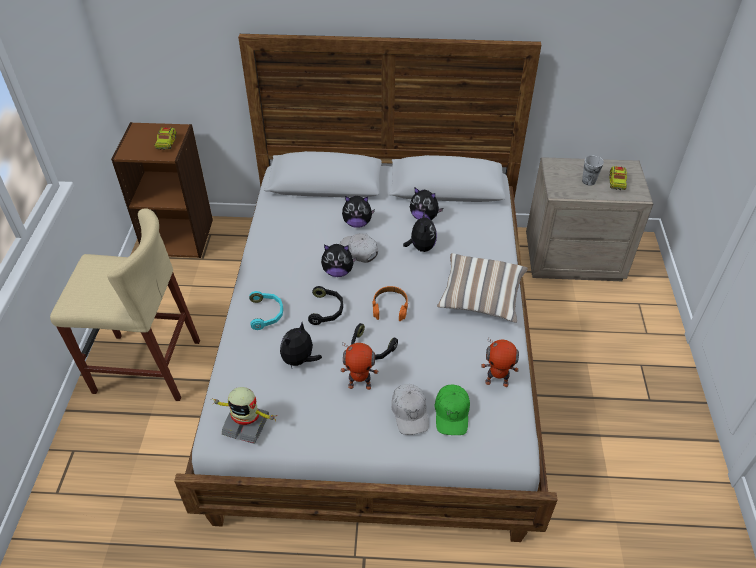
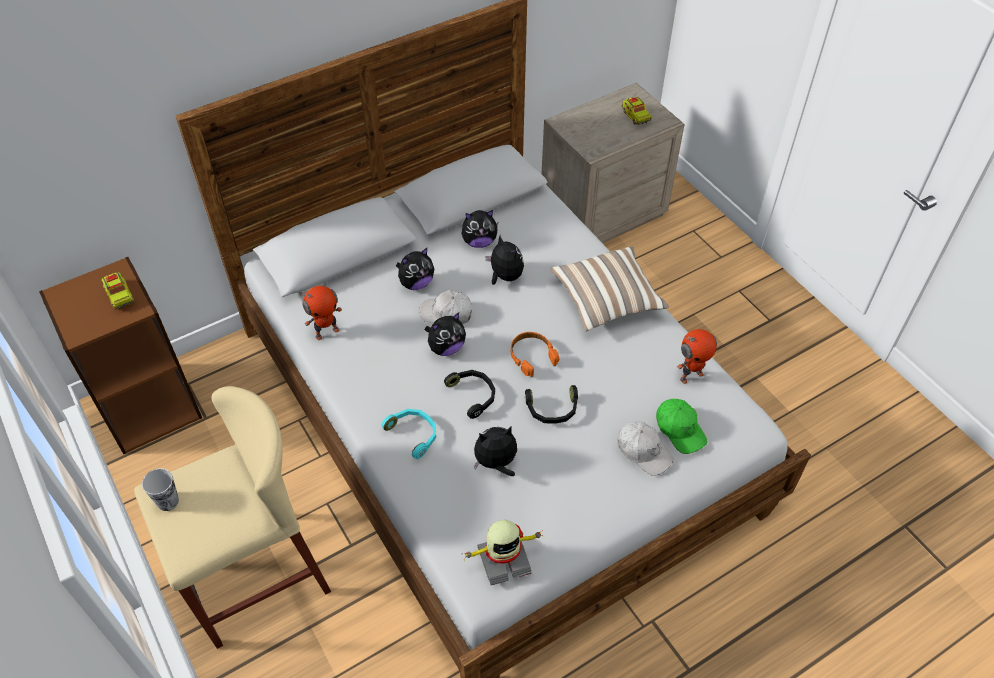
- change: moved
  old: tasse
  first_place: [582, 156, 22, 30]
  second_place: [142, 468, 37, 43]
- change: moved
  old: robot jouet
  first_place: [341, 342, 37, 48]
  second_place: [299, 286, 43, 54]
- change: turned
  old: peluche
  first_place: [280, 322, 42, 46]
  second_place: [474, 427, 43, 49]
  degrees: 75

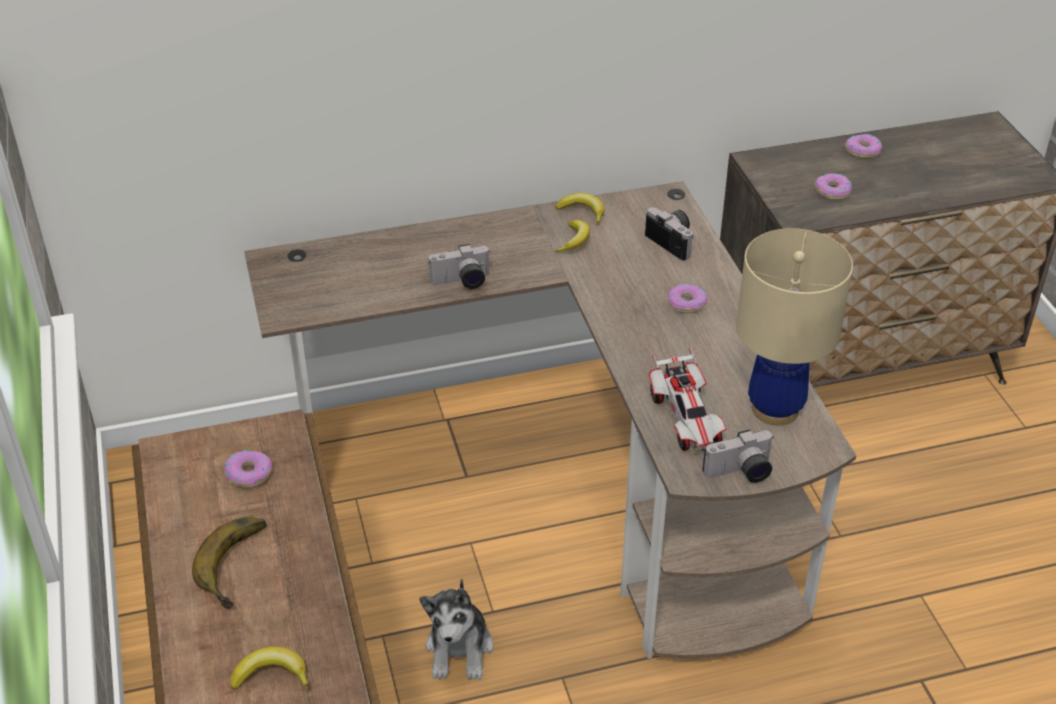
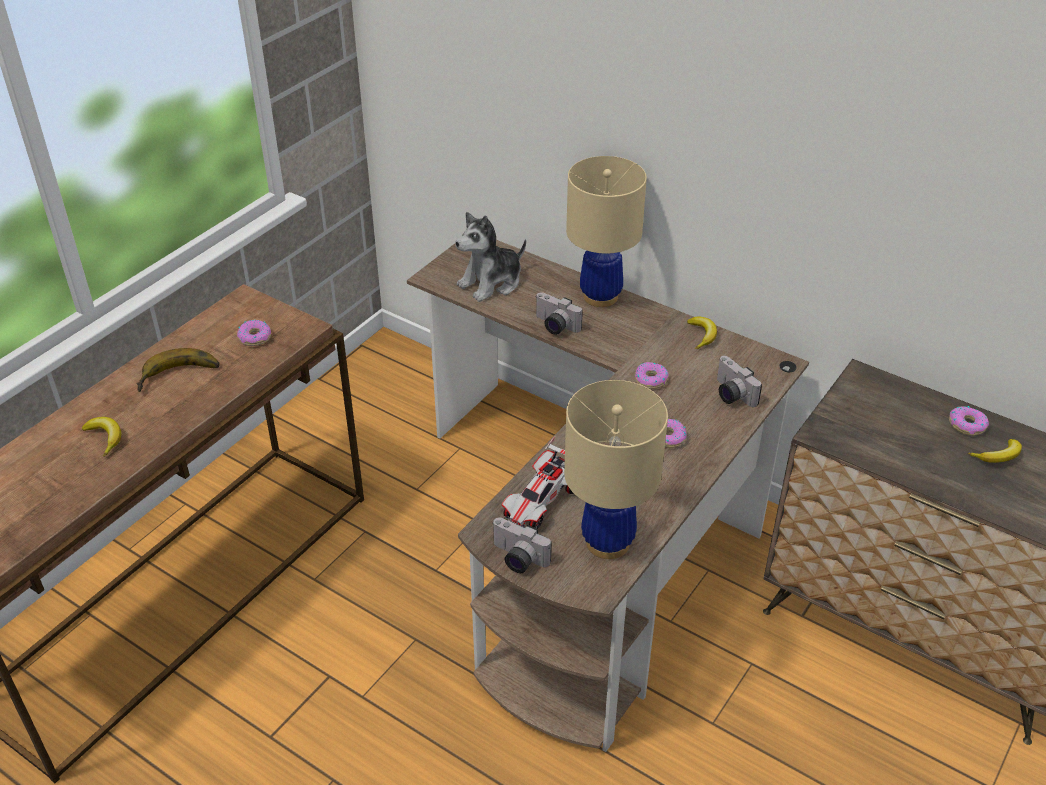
- change: moved
  old: peluche
  first_place: [420, 578, 73, 102]
  second_place: [455, 212, 71, 90]
- change: added
  new: lampe de table/beige
  second_place: [566, 156, 81, 151]
- change: moved
  old: beignet
  first_place: [814, 173, 38, 27]
  second_place: [635, 362, 34, 27]
- change: turned
  old: appareil photo
  first_place: [645, 207, 48, 53]
  second_place: [717, 356, 45, 51]
  degrees: 135
- change: moved
  old: banane
  first_place: [554, 220, 36, 32]
  second_place: [968, 439, 54, 24]

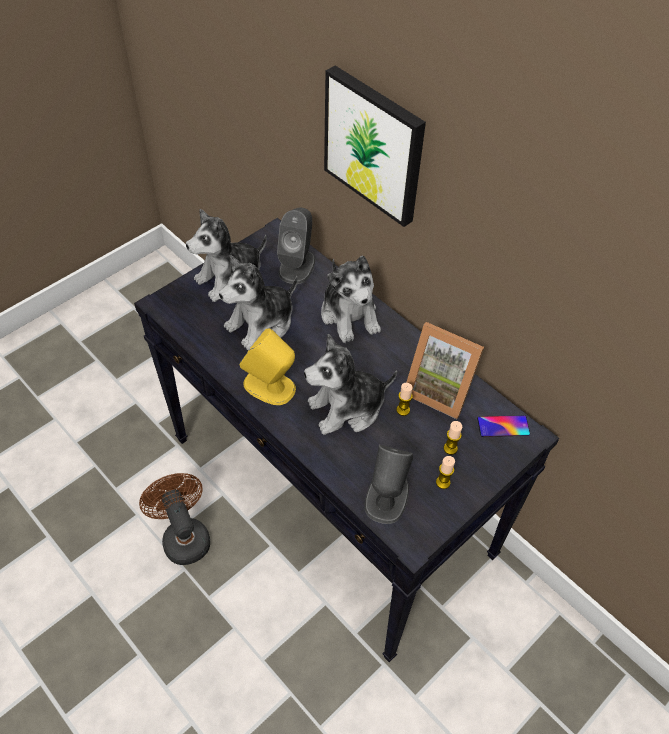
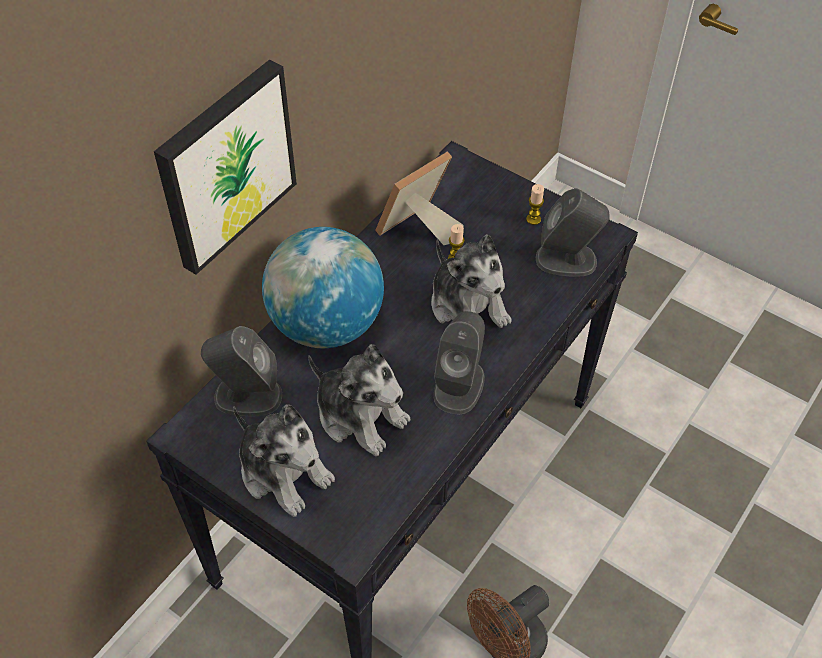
- change: replaced
  old: peluche
  new: globe
  first_place: [321, 256, 60, 87]
  second_place: [262, 227, 122, 121]
- change: turned
  old: cadre photo
  first_place: [406, 322, 78, 97]
  second_place: [375, 151, 89, 94]
  degrees: -150
- change: recoloured
  old: enceinte/jaune
  new: enceinte/gris
  first_place: [239, 328, 57, 77]
  second_place: [434, 311, 51, 103]
- change: removed
  old: bougie
  first_place: [444, 421, 18, 34]
- change: removed
  old: téléphone
  first_place: [477, 415, 53, 22]

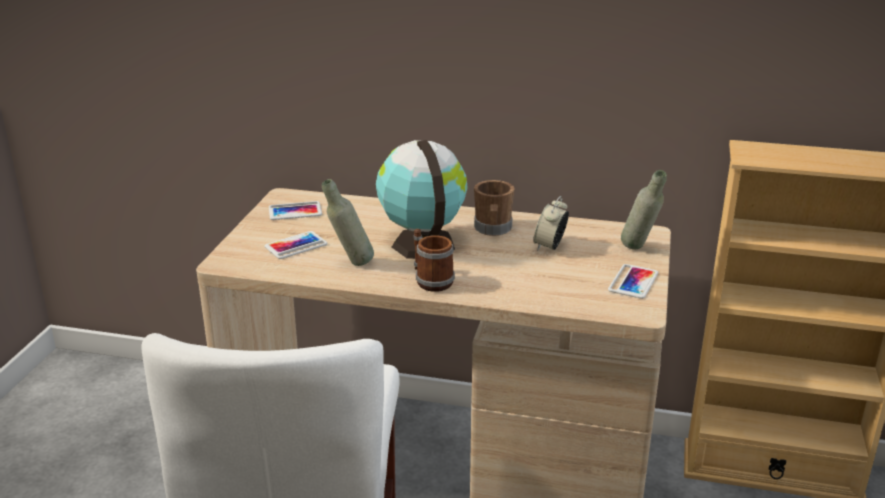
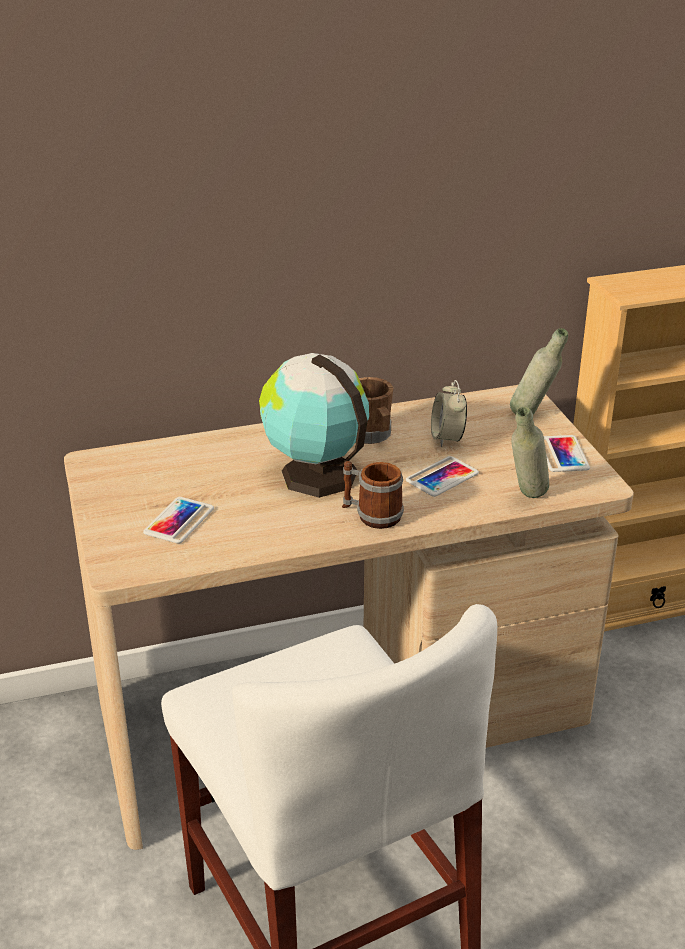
- change: moved
  old: téléphone
  first_place: [269, 201, 53, 19]
  second_place: [406, 456, 73, 41]
- change: moved
  old: bouteille/gris
  first_place: [322, 179, 52, 87]
  second_place: [511, 407, 38, 91]

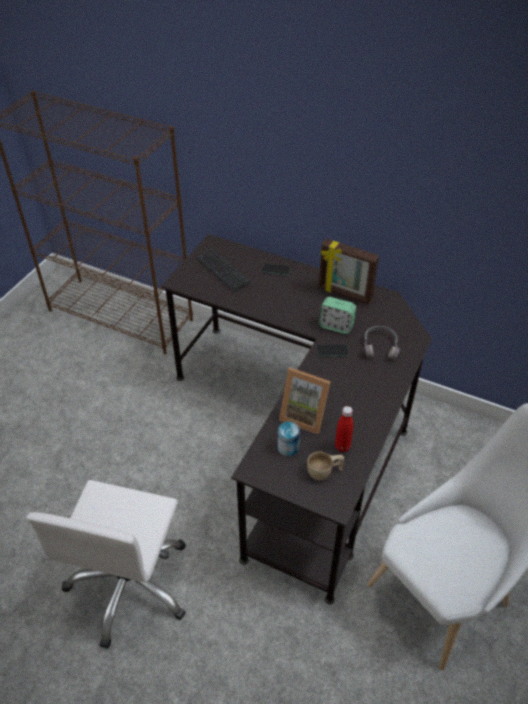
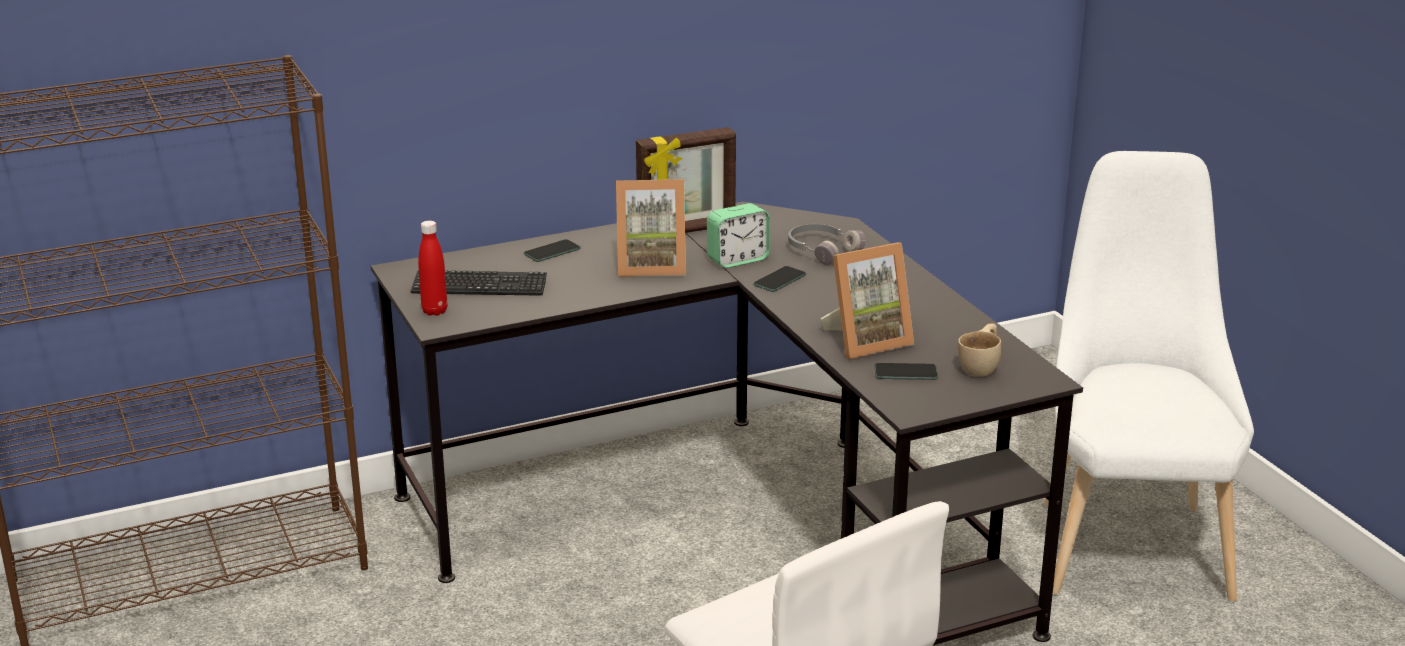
- change: moved
  old: bouteille/rouge
  first_place: [335, 406, 18, 46]
  second_place: [418, 221, 29, 95]
- change: added
  new: cadre photo
  second_place: [616, 179, 70, 98]
- change: replaced
  old: boîte métallique
  new: téléphone
  first_place: [278, 421, 22, 35]
  second_place: [874, 363, 64, 17]

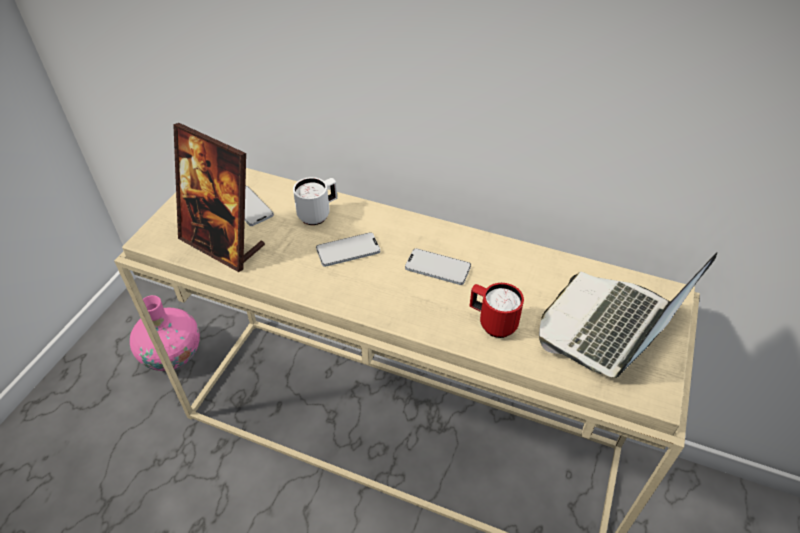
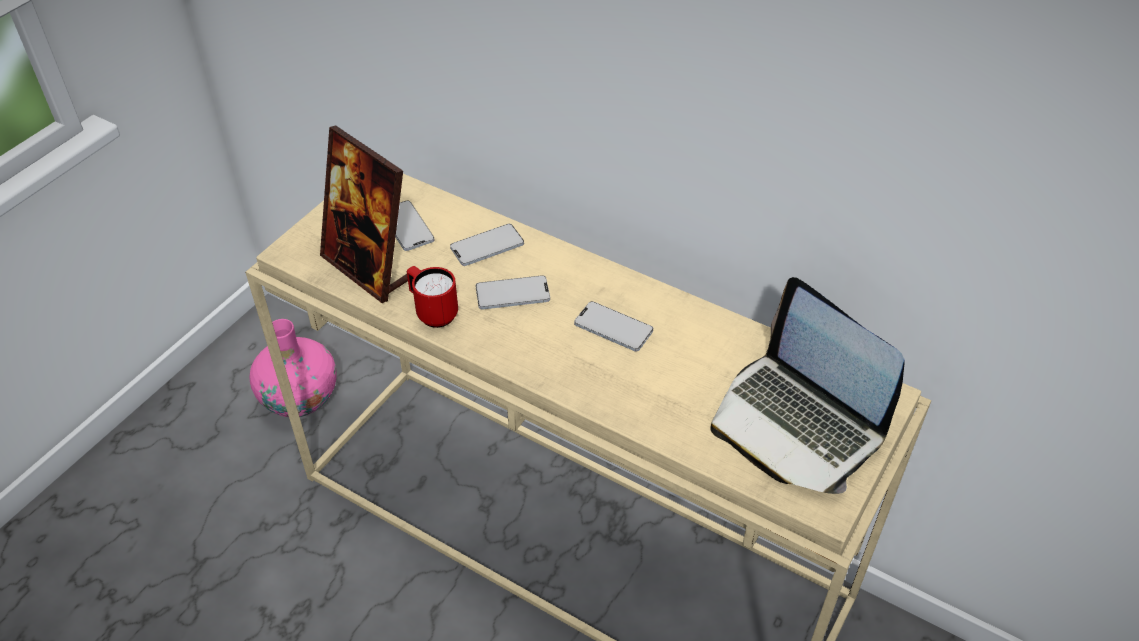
- change: moved
  old: mug/rouge
  first_place: [470, 283, 54, 55]
  second_place: [407, 266, 51, 62]
- change: replaced
  old: mug/blanc
  new: téléphone
  first_place: [293, 177, 45, 48]
  second_place: [450, 224, 74, 42]
- change: turned
  old: ordinateur portable
  first_place: [539, 252, 178, 126]
  second_place: [710, 277, 195, 217]
  degrees: -90

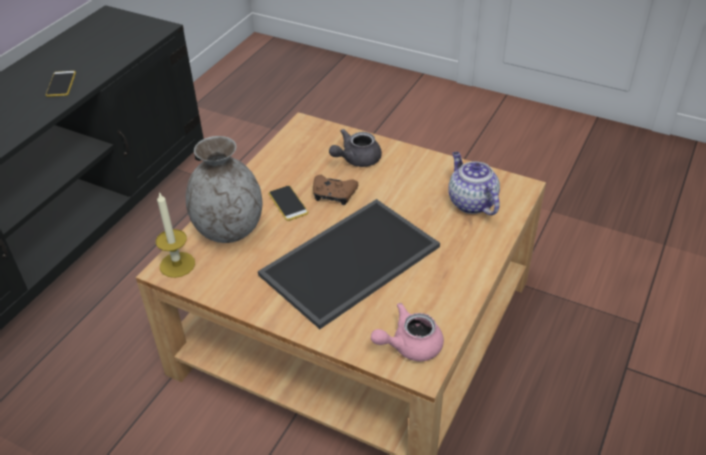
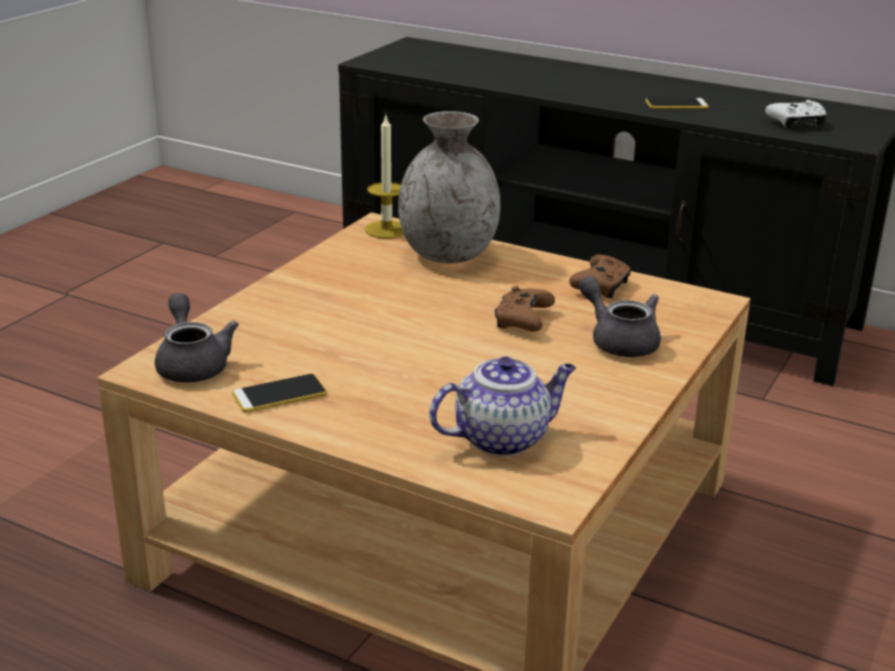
- change: recoloured
  old: théière/rose
  new: théière/gris
  first_place: [371, 303, 73, 58]
  second_place: [155, 293, 84, 90]
- change: moved
  old: téléphone
  first_place: [269, 186, 39, 35]
  second_place: [232, 374, 95, 39]
- change: added
  new: manette/marron
  second_place: [569, 254, 62, 44]
- change: added
  new: manette/blanc
  second_place: [765, 100, 62, 29]
- change: removed
  old: plateau
  first_place: [258, 199, 182, 130]

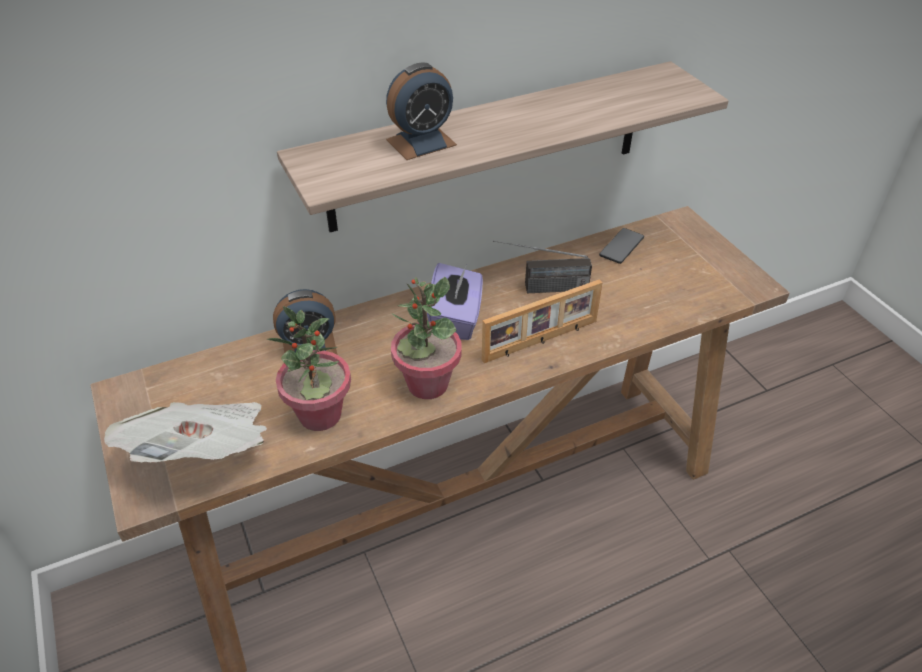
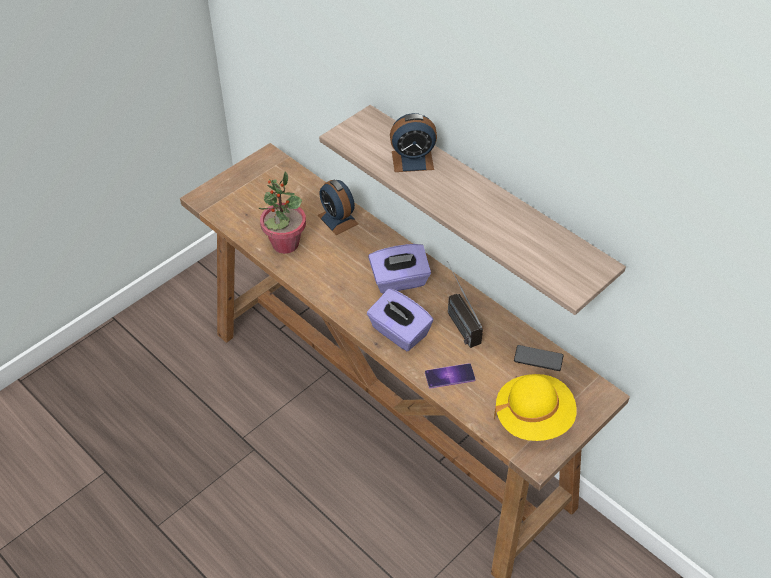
- change: replaced
  old: cadre photo
  new: boîte à mouchoirs/violet
  first_place: [482, 280, 120, 83]
  second_place: [367, 288, 67, 63]
- change: turned
  old: réveil
  first_place: [386, 63, 71, 97]
  second_place: [390, 113, 47, 59]
  degrees: -45
- change: added
  new: téléphone
  second_place: [425, 363, 51, 25]
- change: added
  new: chapeau/jaune
  second_place: [494, 374, 83, 67]
- change: removed
  old: journal
  first_place: [104, 402, 163, 60]
- change: removed
  old: plante en pot
  first_place: [391, 277, 71, 122]

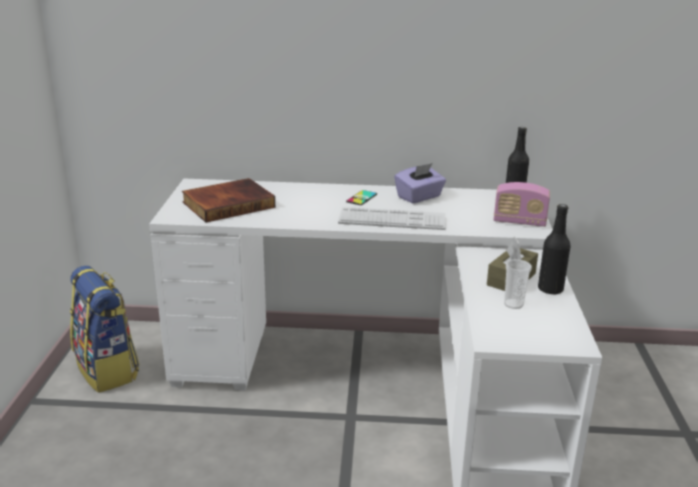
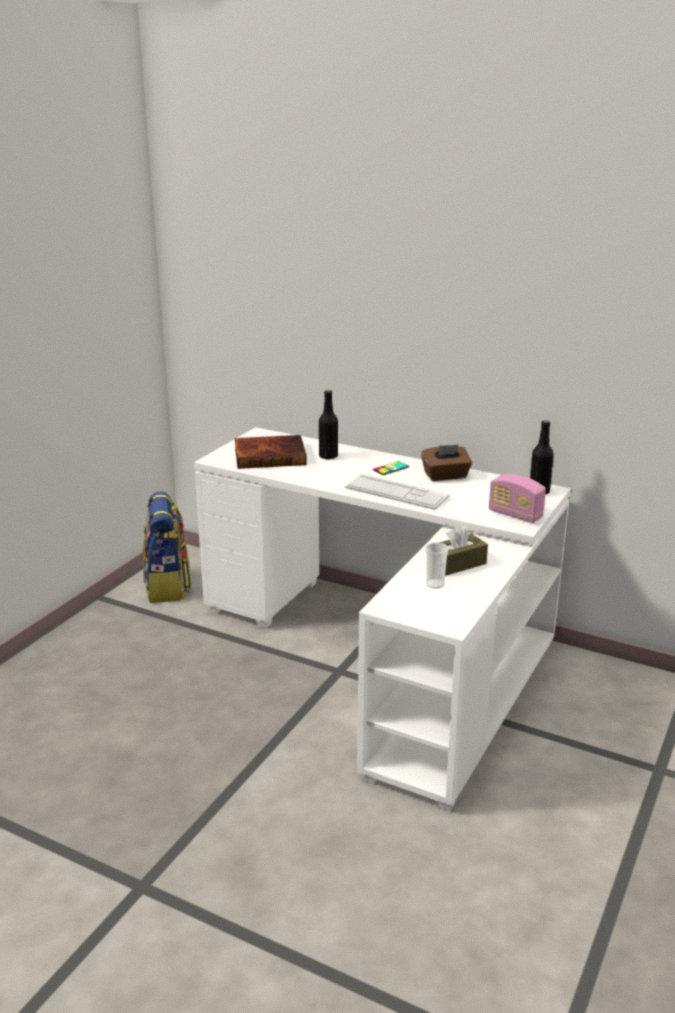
- change: moved
  old: bouteille/noir
  first_place: [538, 204, 33, 91]
  second_place: [319, 390, 19, 70]
- change: recoloured
  old: boîte à mouchoirs/violet
  new: boîte à mouchoirs/marron
  first_place: [394, 163, 52, 41]
  second_place: [421, 444, 51, 37]

